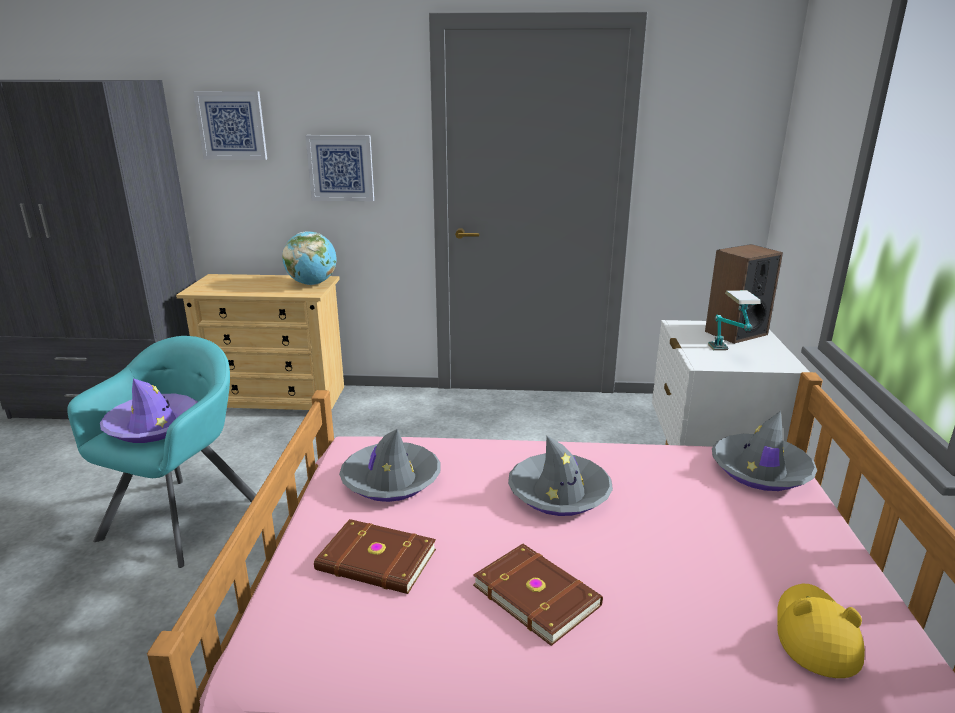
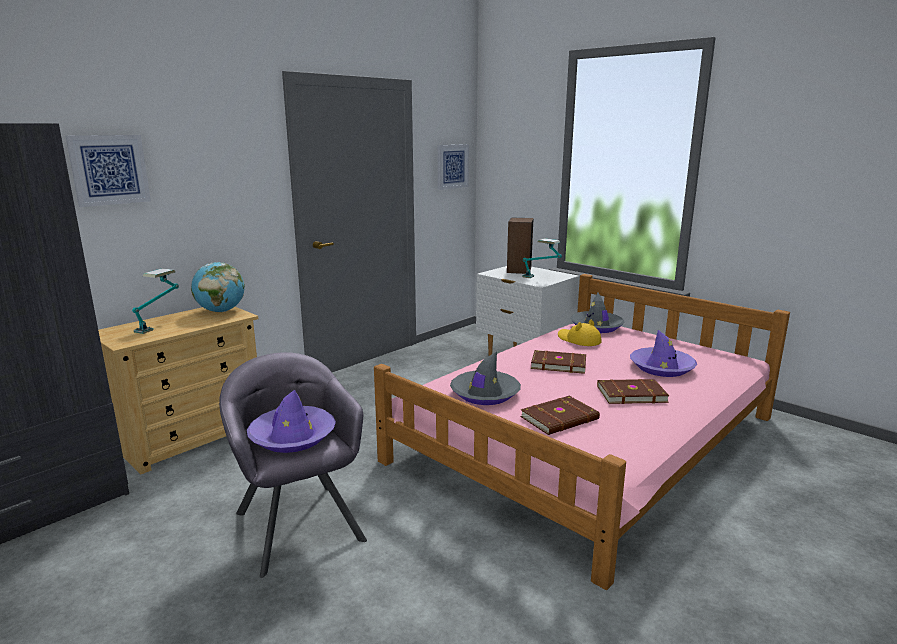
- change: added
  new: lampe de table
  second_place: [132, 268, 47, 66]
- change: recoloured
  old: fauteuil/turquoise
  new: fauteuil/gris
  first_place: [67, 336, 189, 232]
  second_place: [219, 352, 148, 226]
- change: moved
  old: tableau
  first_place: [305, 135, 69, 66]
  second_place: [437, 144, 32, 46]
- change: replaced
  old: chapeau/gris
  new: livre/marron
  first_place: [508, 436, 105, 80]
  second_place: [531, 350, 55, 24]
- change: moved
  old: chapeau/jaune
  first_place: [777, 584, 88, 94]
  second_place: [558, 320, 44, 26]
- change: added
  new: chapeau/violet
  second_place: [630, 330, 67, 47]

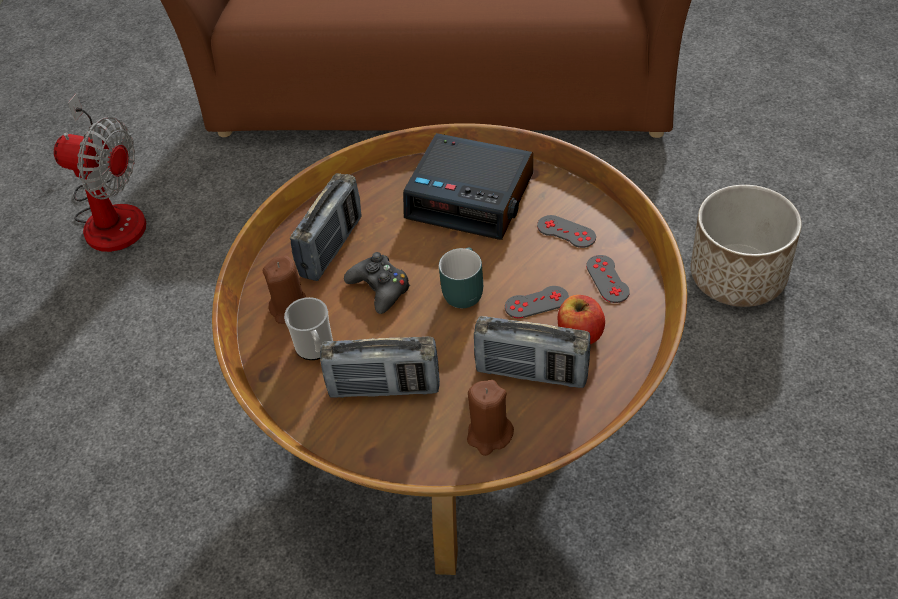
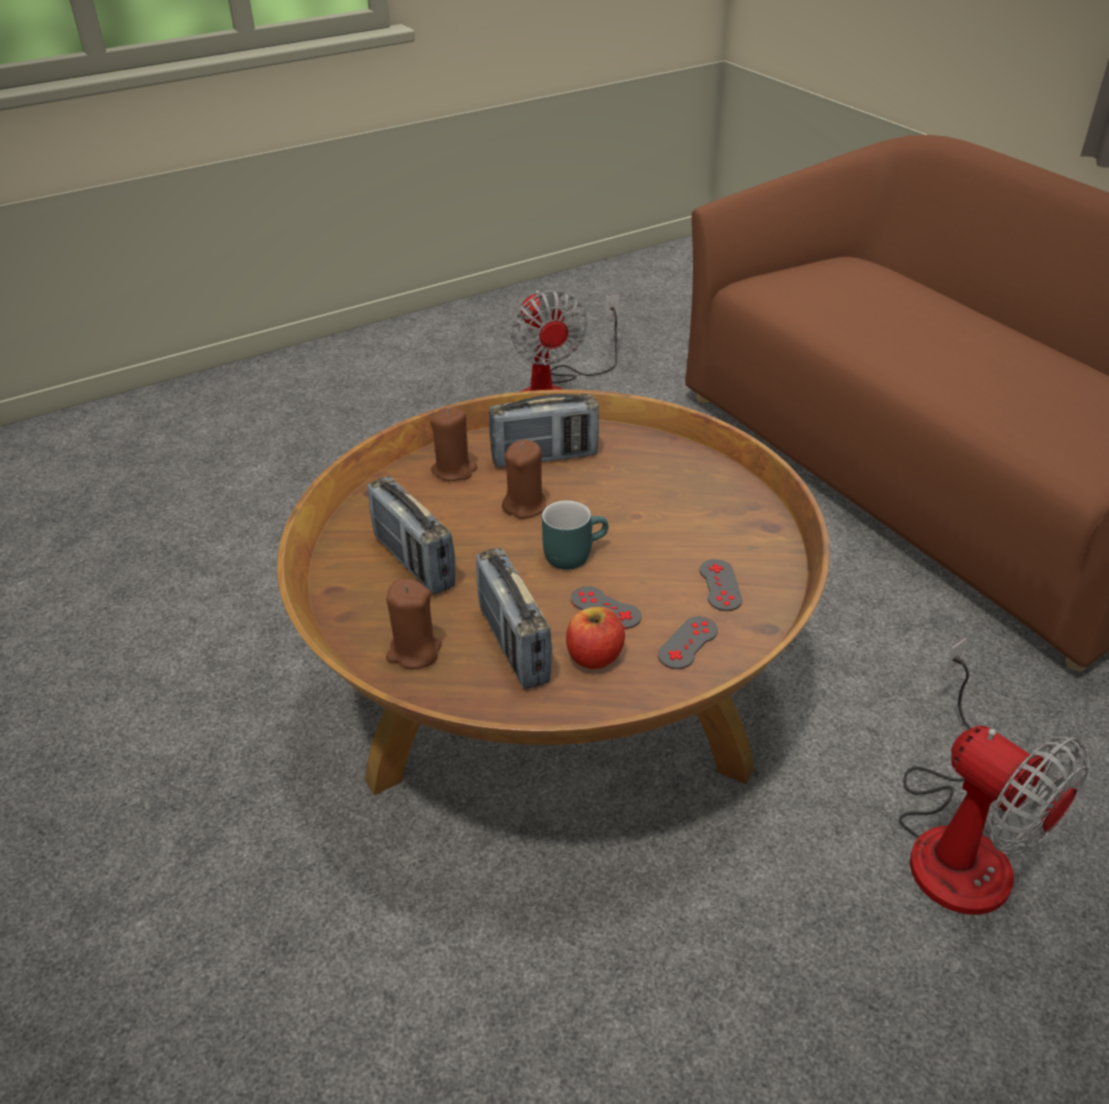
- change: replaced
  old: manette/noir
  new: bougie/marron
  first_place: [344, 252, 66, 62]
  second_place: [502, 440, 44, 79]
- change: replaced
  old: cache-pot
  new: ventilateur
  first_place: [691, 185, 111, 122]
  second_place: [899, 638, 190, 277]
- change: removed
  old: mug
  first_place: [284, 297, 49, 63]
- change: removed
  old: réveil
  first_place: [403, 133, 130, 107]

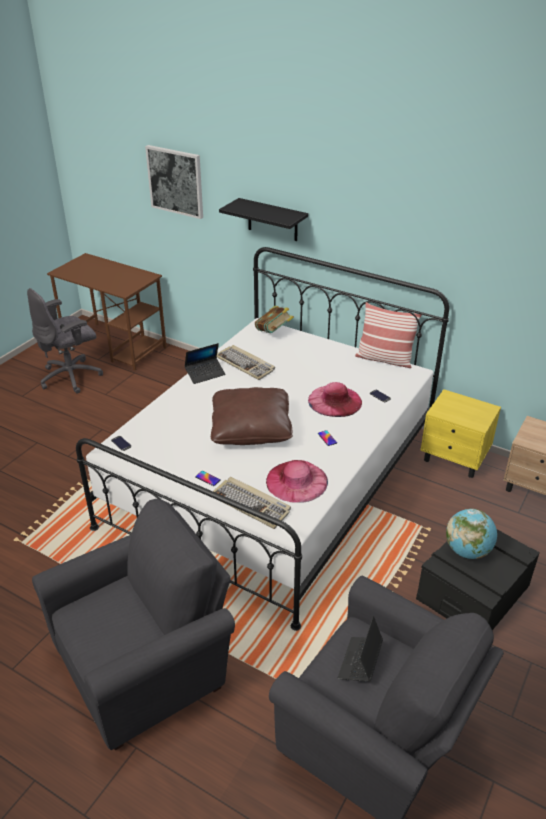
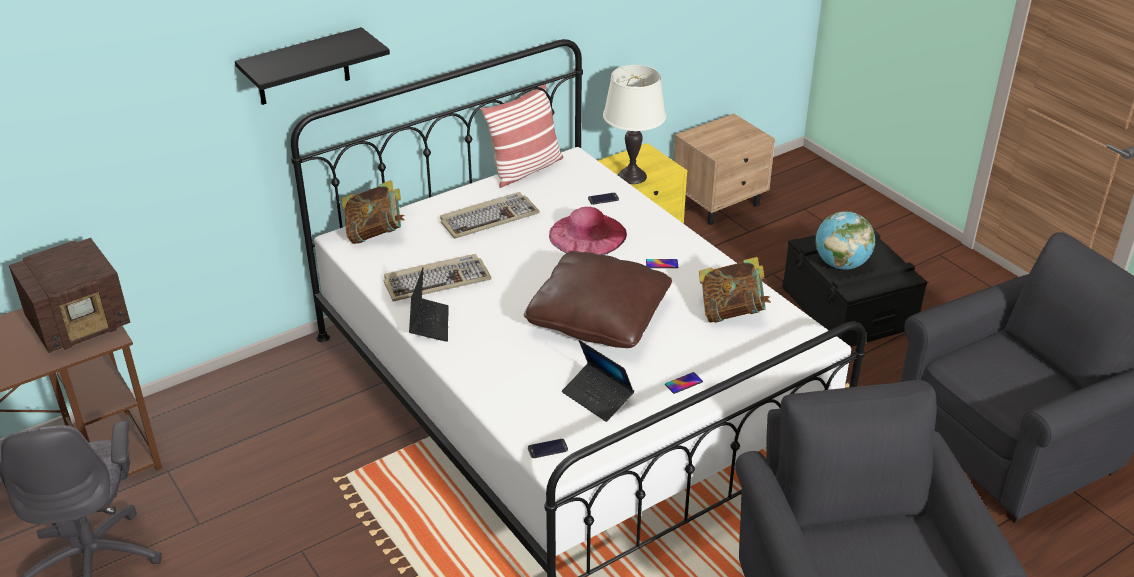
- change: added
  new: radio
  second_place: [9, 238, 121, 115]
- change: moved
  old: clavier
  first_place: [213, 477, 78, 52]
  second_place: [440, 192, 100, 47]
- change: moved
  old: ordinateur portable
  first_place: [338, 616, 45, 66]
  second_place: [562, 340, 72, 82]
- change: added
  new: lampe de table/blanc
  second_place: [603, 65, 63, 119]
- change: replaced
  old: chapeau/rose
  new: livre
  first_place: [266, 460, 62, 43]
  second_place: [699, 257, 72, 66]
- change: removed
  old: tableau
  first_place: [145, 145, 58, 74]

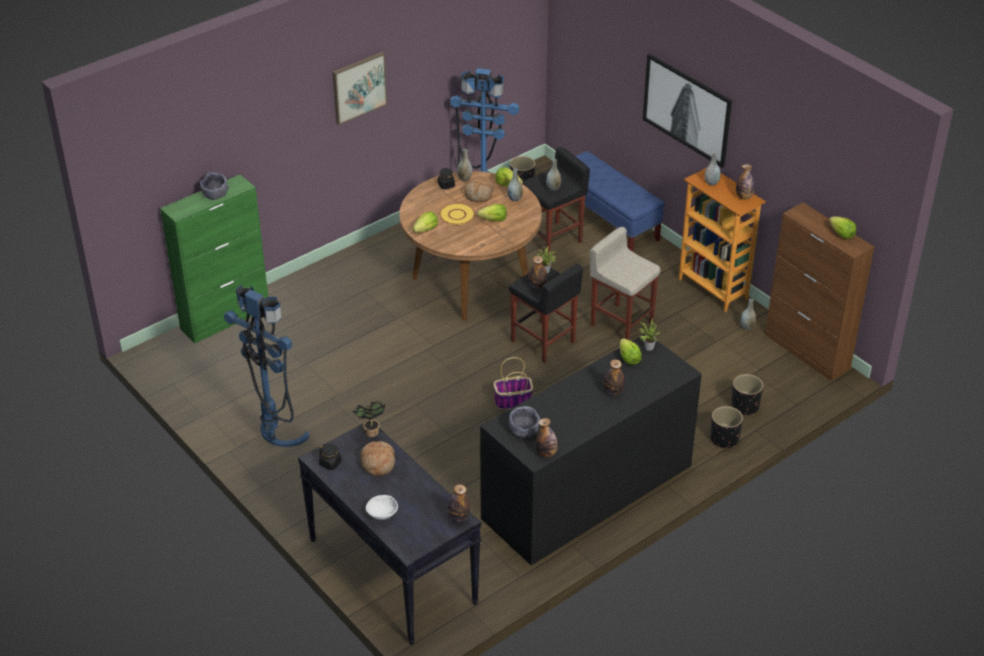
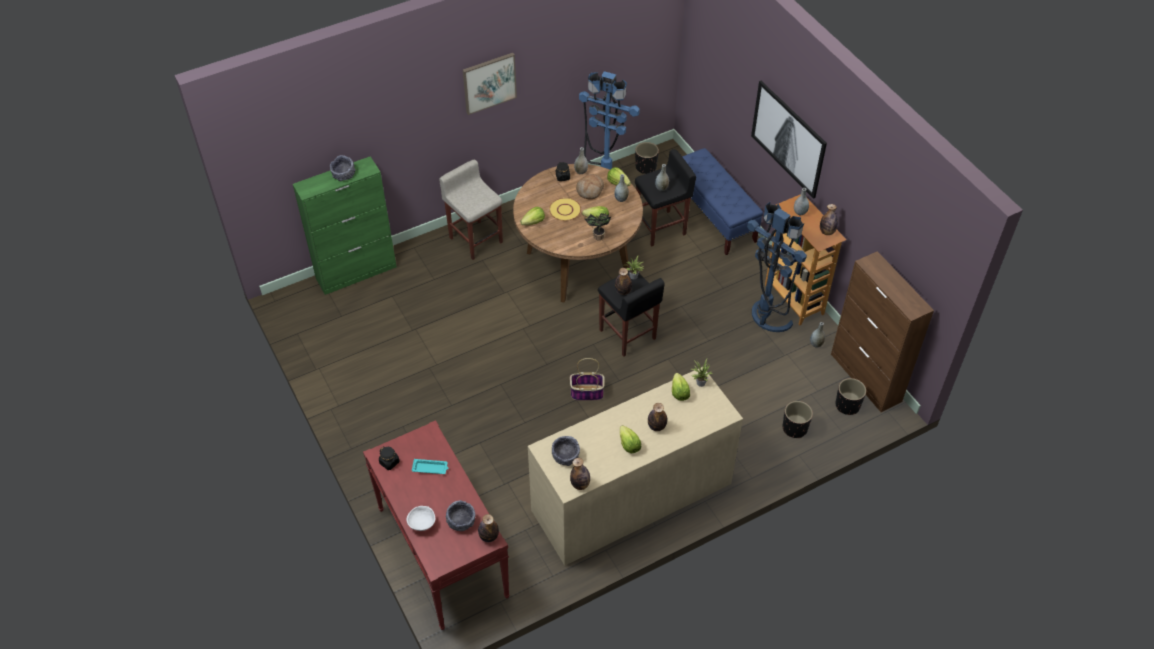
- change: recoloured
  old: table console/noir
  new: table console/rouge
  first_place: [298, 422, 183, 223]
  second_place: [363, 420, 147, 210]
- change: replaced
  old: pain
  new: plateau/turquoise
  first_place: [360, 441, 35, 35]
  second_place: [412, 459, 36, 15]
- change: moved
  old: tabouret/beige
  first_place: [590, 227, 71, 113]
  second_place: [439, 159, 64, 101]
- change: added
  new: bol/gris
  second_place: [446, 500, 29, 31]
- change: recoloured
  old: commode/noir
  new: commode/beige
  first_place: [480, 333, 222, 233]
  second_place: [528, 367, 215, 198]
- change: moved
  old: plante en pot
  first_place: [351, 401, 35, 36]
  second_place: [584, 213, 28, 27]
- change: moved
  old: laitue
  first_place: [829, 216, 27, 23]
  second_place: [620, 425, 22, 28]
- change: moved
  old: lampadaire/bleu
  first_place: [224, 285, 85, 162]
  second_place: [747, 202, 60, 130]
- change: moved
  old: cache-pot/noir
  first_place: [711, 406, 32, 42]
  second_place: [835, 378, 31, 37]

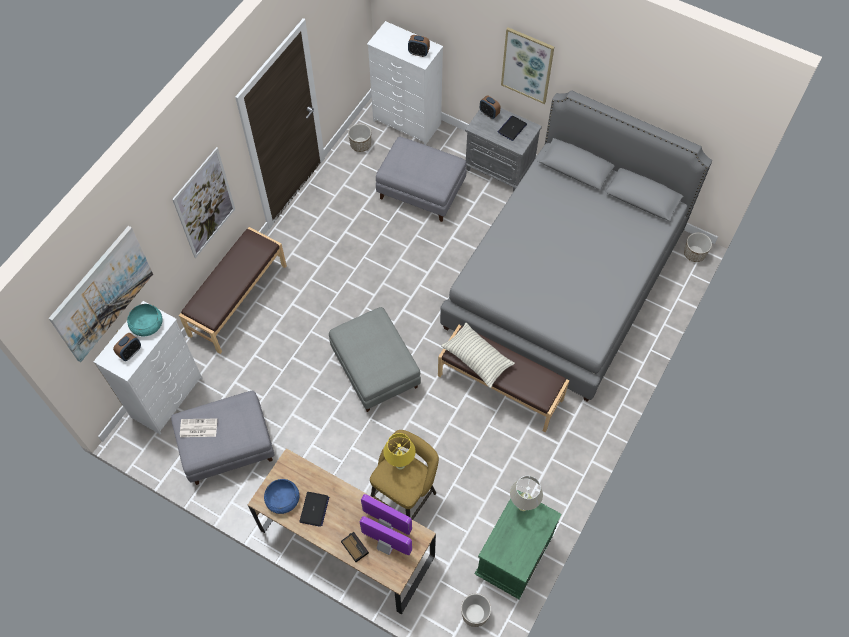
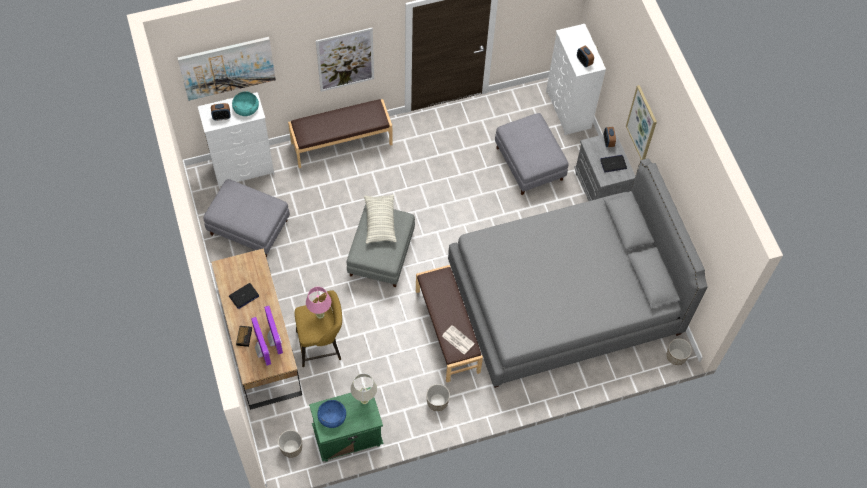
- change: recoloured
  old: lampe de table/jaune
  new: lampe de table/rose
  first_place: [383, 433, 33, 37]
  second_place: [306, 287, 25, 32]
- change: moved
  old: bol/bleu
  first_place: [264, 479, 35, 35]
  second_place: [317, 400, 29, 28]
- change: moved
  old: coussin
  first_place: [441, 322, 74, 66]
  second_place: [364, 195, 33, 49]
- change: moved
  old: cache-pot
  first_place: [348, 124, 23, 28]
  second_place: [426, 384, 24, 27]
- change: moved
  old: journal
  first_place: [180, 419, 37, 18]
  second_place: [442, 325, 33, 29]

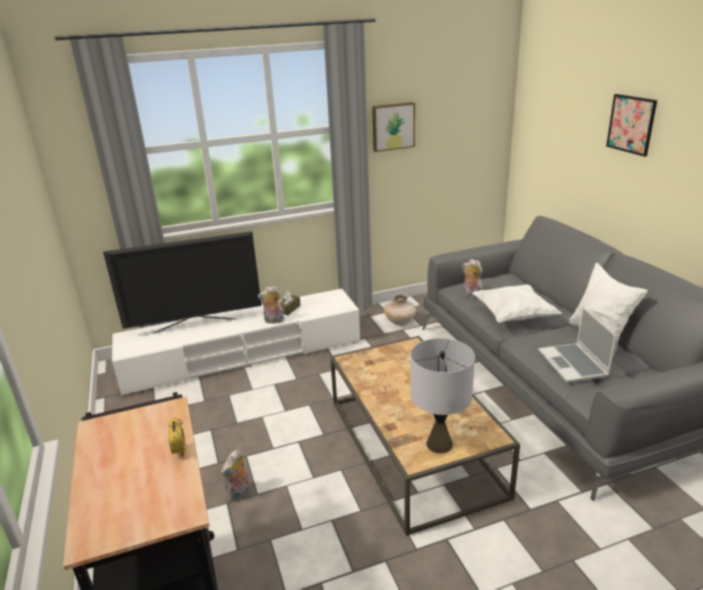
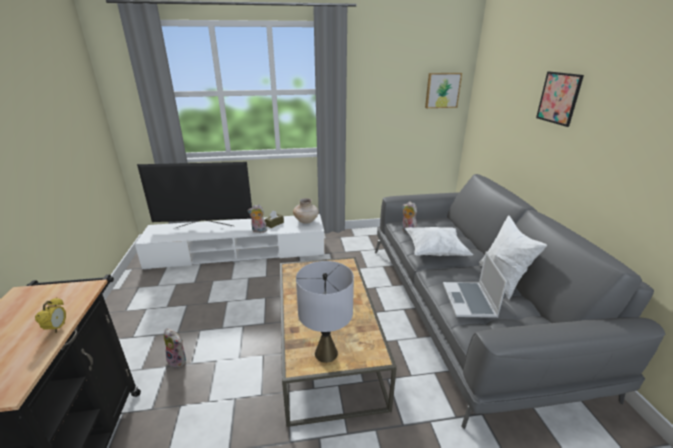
- change: turned
  old: peluche
  first_place: [221, 450, 30, 51]
  second_place: [164, 328, 22, 41]
  degrees: -105
- change: moved
  old: vase/beige
  first_place: [384, 293, 32, 32]
  second_place: [293, 198, 26, 26]
- change: moved
  old: tableau
  first_place: [372, 102, 43, 50]
  second_place: [425, 73, 37, 35]

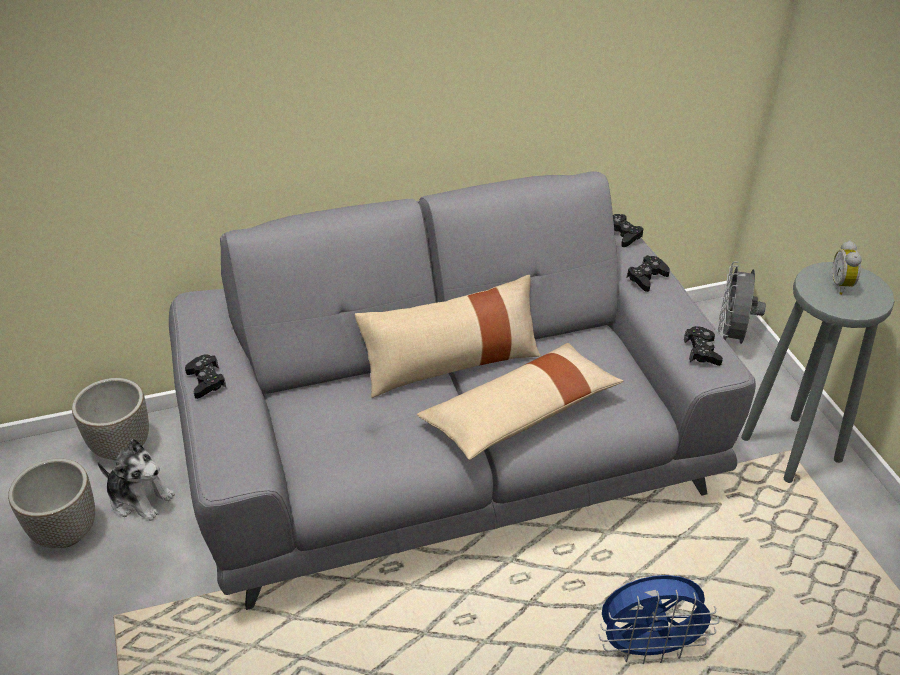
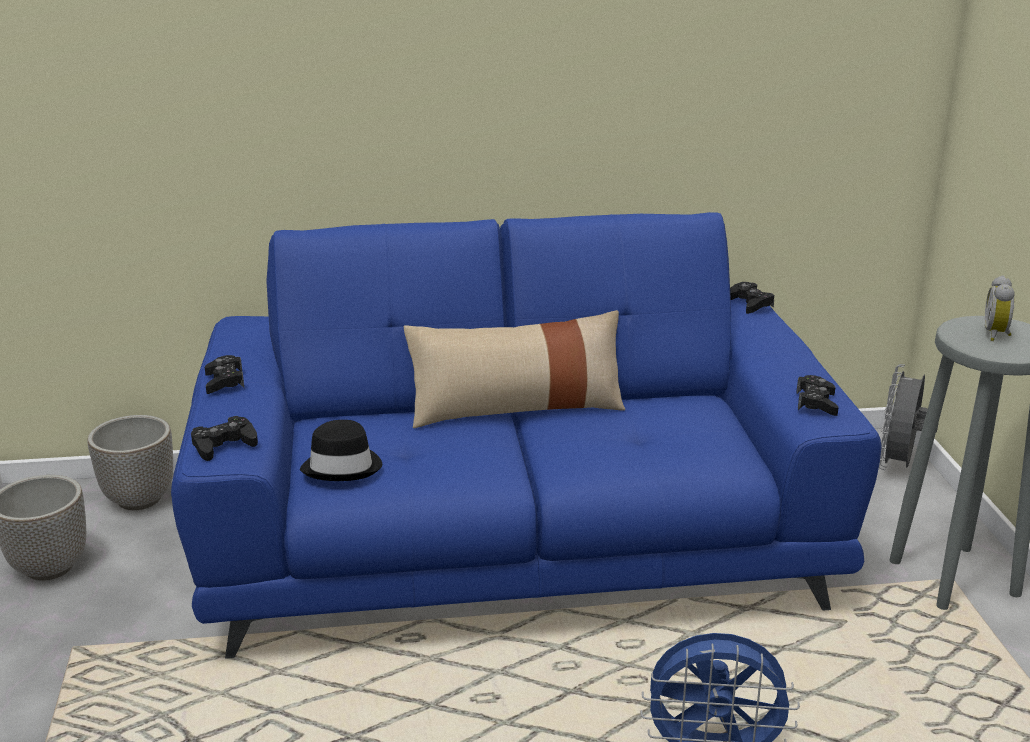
- change: recoloured
  old: canapé/gris
  new: canapé/bleu
  first_place: [169, 172, 587, 438]
  second_place: [171, 212, 711, 447]
- change: moved
  old: manette/noir
  first_place: [626, 255, 44, 37]
  second_place: [191, 416, 67, 45]
- change: added
  new: chapeau/noir
  second_place: [300, 420, 82, 61]
- change: removed
  old: peluche
  first_place: [97, 439, 78, 82]
- change: removed
  old: coussin/beige
  first_place: [417, 343, 206, 117]

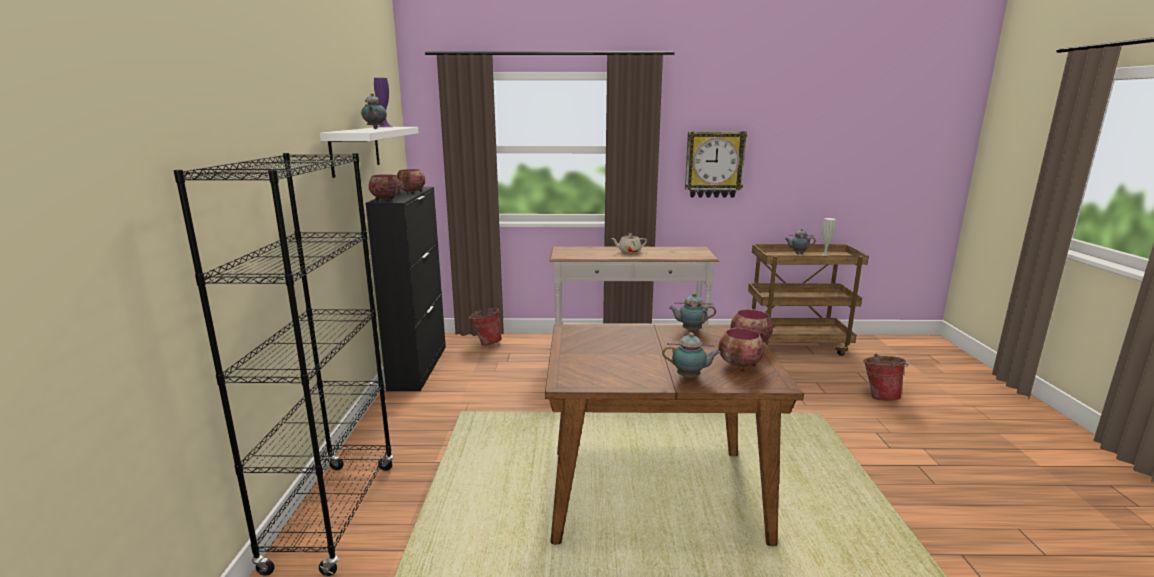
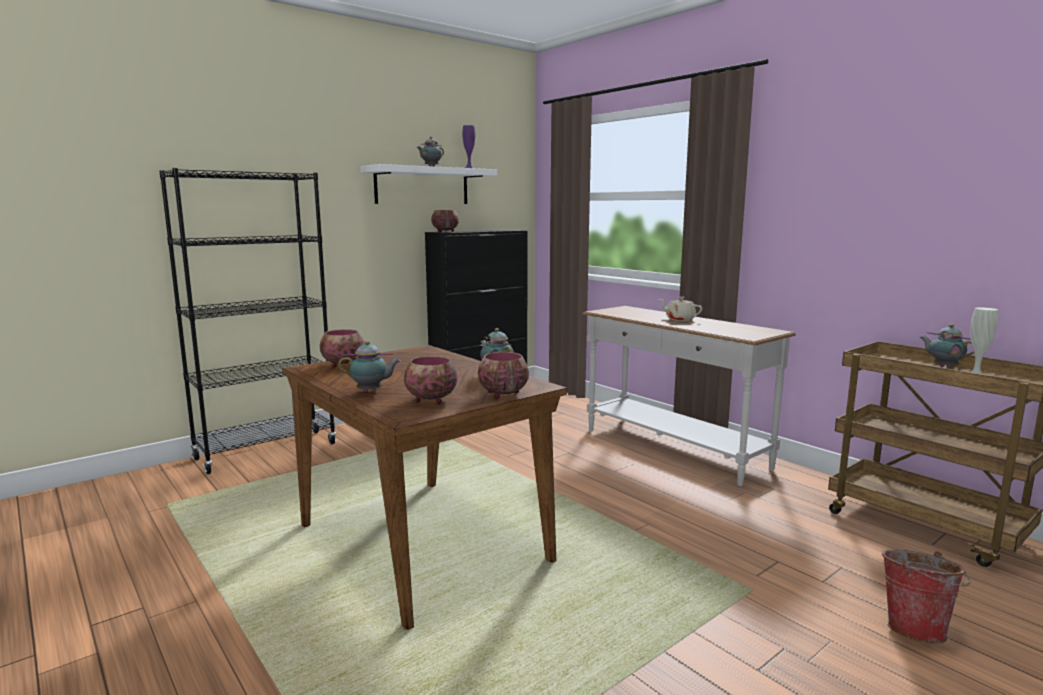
- change: moved
  old: bol
  first_place: [396, 169, 29, 24]
  second_place: [320, 329, 44, 38]
- change: turned
  old: théière
  first_place: [662, 333, 59, 45]
  second_place: [338, 341, 63, 51]
  degrees: -60
- change: removed
  old: seau
  first_place: [469, 308, 33, 38]
- change: removed
  old: horloge murale
  first_place: [685, 131, 62, 67]

